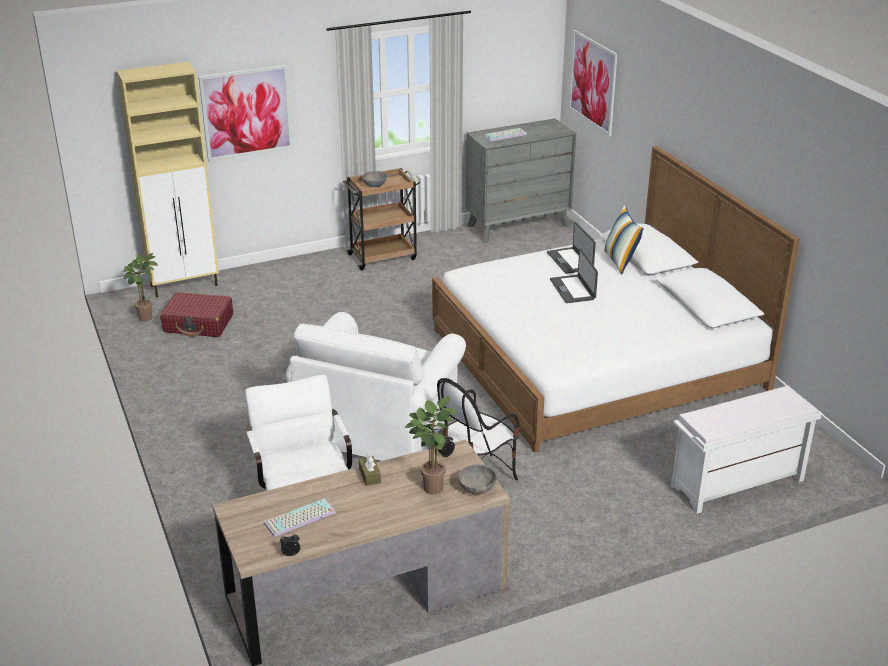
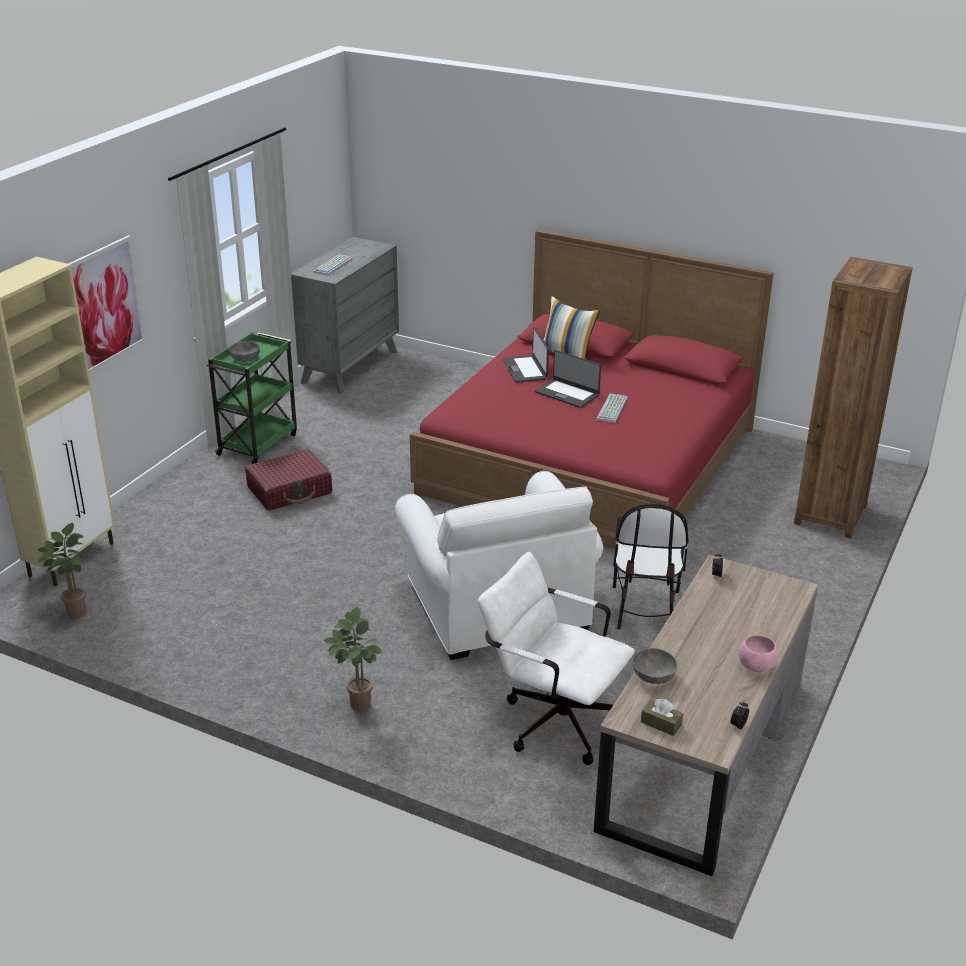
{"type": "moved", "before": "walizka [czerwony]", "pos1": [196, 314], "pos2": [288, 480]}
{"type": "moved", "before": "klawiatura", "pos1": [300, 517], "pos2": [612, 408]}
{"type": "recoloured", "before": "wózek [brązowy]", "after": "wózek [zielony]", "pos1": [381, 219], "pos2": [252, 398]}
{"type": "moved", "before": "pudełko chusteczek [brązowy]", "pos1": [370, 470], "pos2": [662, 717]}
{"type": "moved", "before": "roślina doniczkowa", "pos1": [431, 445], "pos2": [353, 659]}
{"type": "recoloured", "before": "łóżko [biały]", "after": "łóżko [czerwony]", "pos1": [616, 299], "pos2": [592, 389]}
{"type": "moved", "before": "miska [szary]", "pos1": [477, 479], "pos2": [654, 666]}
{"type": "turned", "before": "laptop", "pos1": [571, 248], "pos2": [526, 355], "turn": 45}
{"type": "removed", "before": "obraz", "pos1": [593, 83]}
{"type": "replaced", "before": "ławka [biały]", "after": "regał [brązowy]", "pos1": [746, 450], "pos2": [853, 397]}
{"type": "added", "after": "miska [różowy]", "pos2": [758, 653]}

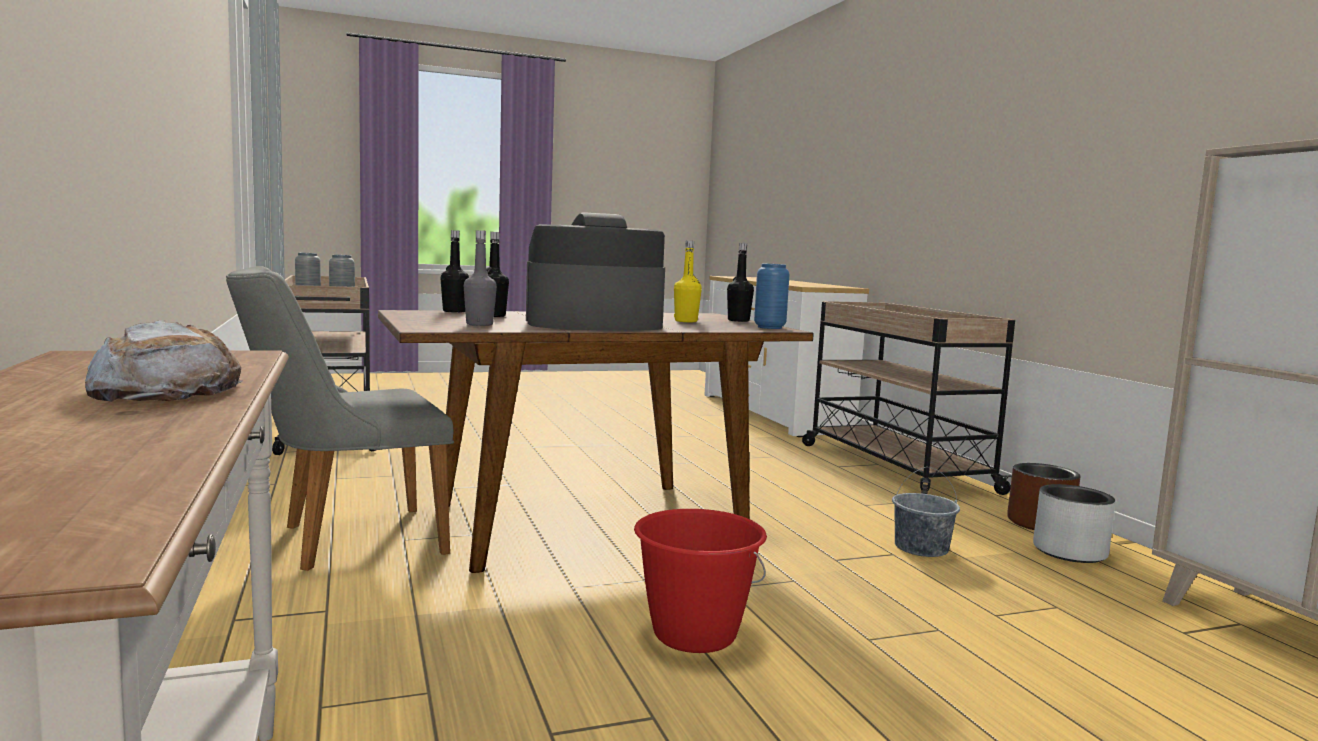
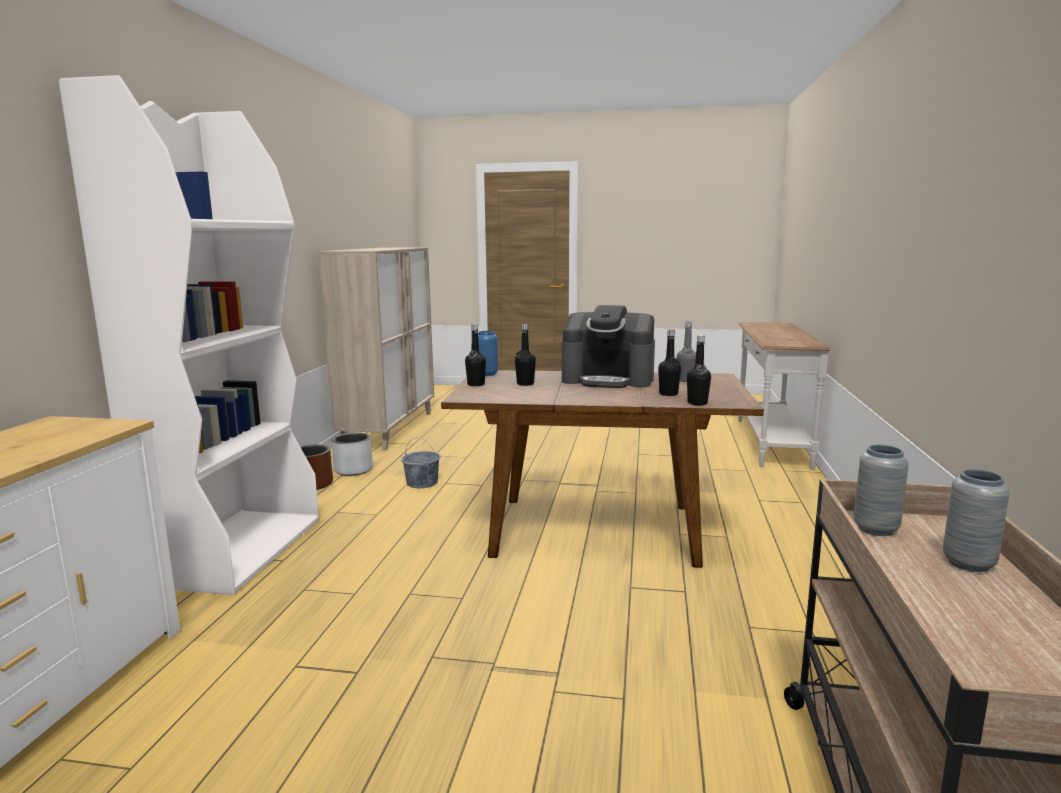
{"type": "removed", "before": "chleb", "pos1": [164, 361]}
{"type": "removed", "before": "krzesło [szary]", "pos1": [340, 418]}
{"type": "removed", "before": "wiadro [czerwony]", "pos1": [700, 581]}
{"type": "recoloured", "before": "butelka [żółty]", "after": "butelka [czarny]", "pos1": [688, 281], "pos2": [525, 355]}
{"type": "replaced", "before": "wózek [beżowy]", "after": "regał [biały]", "pos1": [908, 398], "pos2": [189, 335]}

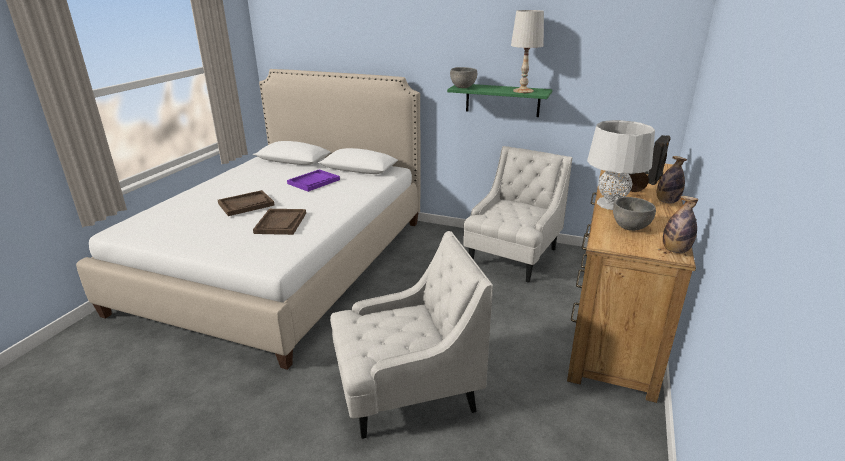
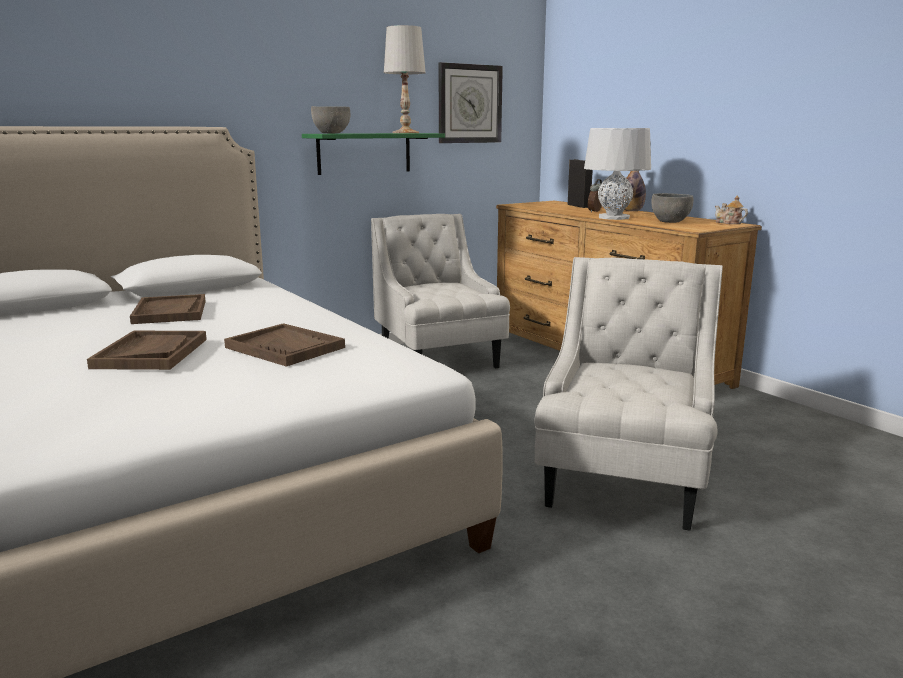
{"type": "recoloured", "before": "taca [fioletowy]", "after": "taca [brązowy]", "pos1": [313, 181], "pos2": [168, 309]}
{"type": "replaced", "before": "butelka", "after": "imbryk", "pos1": [680, 224], "pos2": [731, 210]}
{"type": "added", "after": "zegar ścienny", "pos2": [470, 102]}

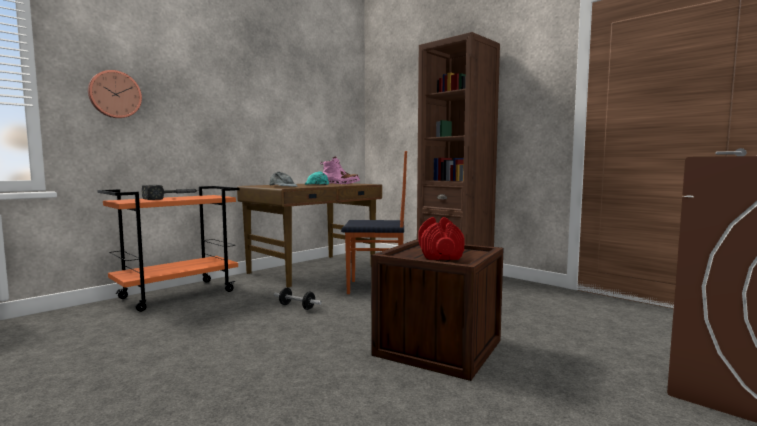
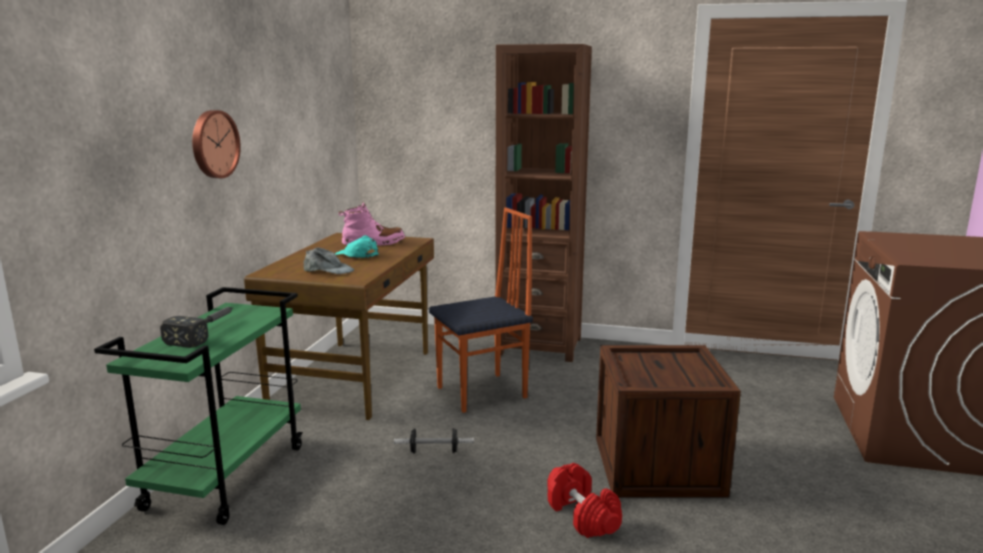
{"type": "moved", "before": "zegar ścienny", "pos1": [115, 94], "pos2": [216, 144]}
{"type": "recoloured", "before": "wózek [pomarańczowy]", "after": "wózek [zielony]", "pos1": [168, 249], "pos2": [198, 406]}
{"type": "moved", "before": "hantel [czerwony]", "pos1": [441, 238], "pos2": [584, 500]}

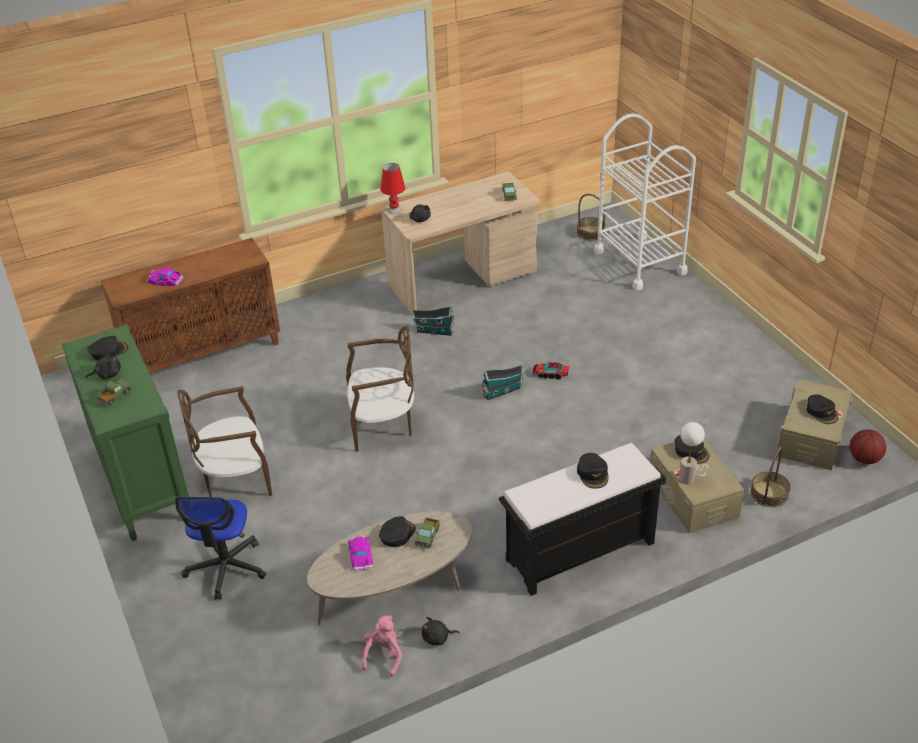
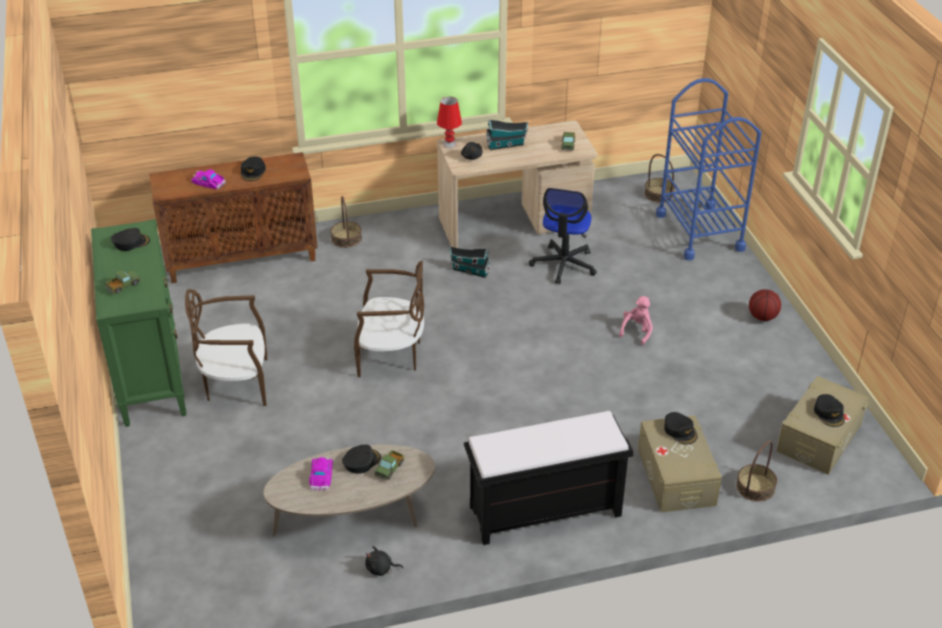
{"type": "removed", "before": "pluszak [czarny]", "pos1": [103, 365]}
{"type": "moved", "before": "krzesło biurowe", "pos1": [220, 548], "pos2": [563, 236]}
{"type": "moved", "before": "pluszak [różowy]", "pos1": [382, 646], "pos2": [636, 320]}
{"type": "moved", "before": "domek", "pos1": [502, 382], "pos2": [507, 134]}
{"type": "removed", "before": "ciężarówka zabawkowa", "pos1": [550, 370]}
{"type": "moved", "before": "czapka z daszkiem [czarny]", "pos1": [592, 471], "pos2": [253, 168]}
{"type": "recoloured", "before": "wózek [biały]", "after": "wózek [niebieski]", "pos1": [645, 201], "pos2": [708, 169]}
{"type": "removed", "before": "lampa stołowa", "pos1": [692, 453]}
{"type": "moved", "before": "piłka do koszykówki", "pos1": [868, 447], "pos2": [765, 305]}
{"type": "added", "after": "koszyk", "pos2": [346, 222]}

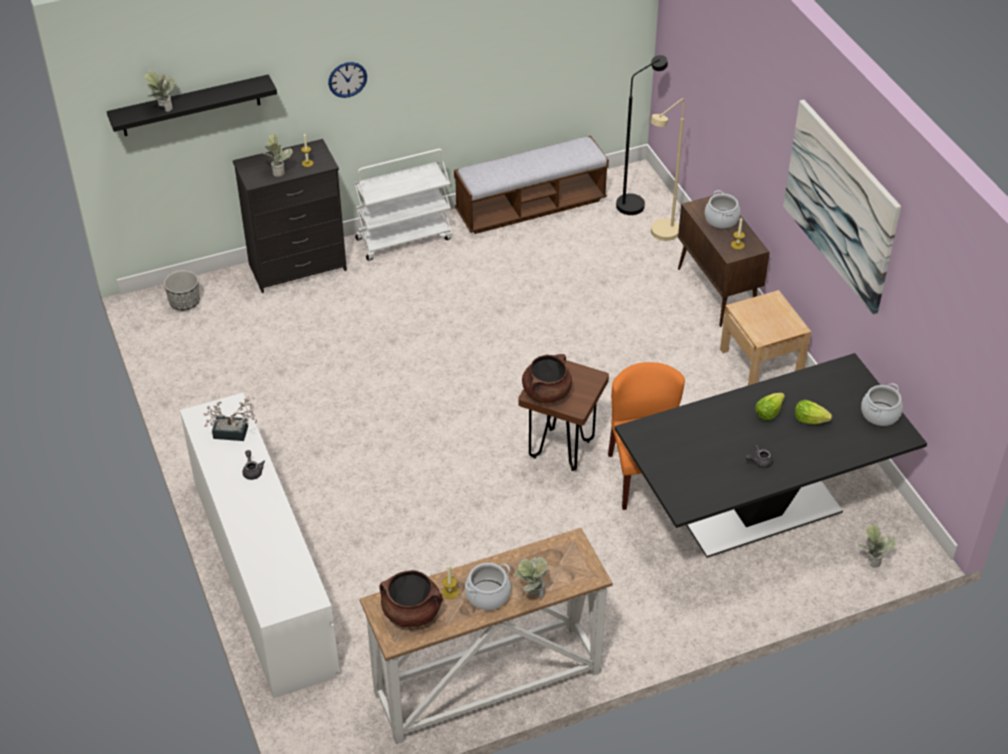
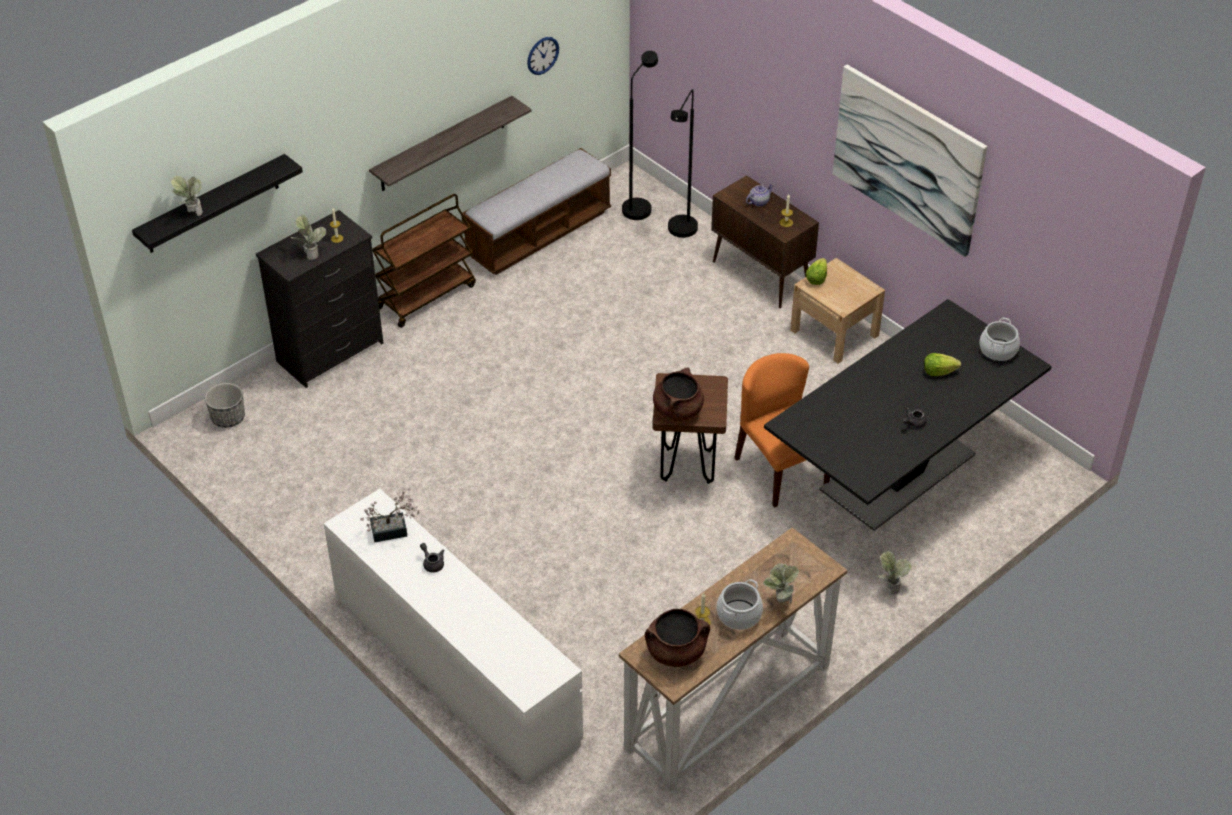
{"type": "moved", "before": "zegar ścienny", "pos1": [347, 80], "pos2": [543, 56]}
{"type": "recoloured", "before": "wózek [biały]", "after": "wózek [brązowy]", "pos1": [403, 205], "pos2": [424, 261]}
{"type": "recoloured", "before": "lampa stojąca [beżowy]", "after": "lampa stojąca [czarny]", "pos1": [668, 169], "pos2": [683, 163]}
{"type": "replaced", "before": "garnek", "after": "imbryk", "pos1": [722, 209], "pos2": [760, 194]}
{"type": "moved", "before": "sałata", "pos1": [770, 407], "pos2": [816, 271]}
{"type": "moved", "before": "roślina doniczkowa", "pos1": [877, 546], "pos2": [894, 573]}
{"type": "added", "after": "półka", "pos2": [450, 143]}

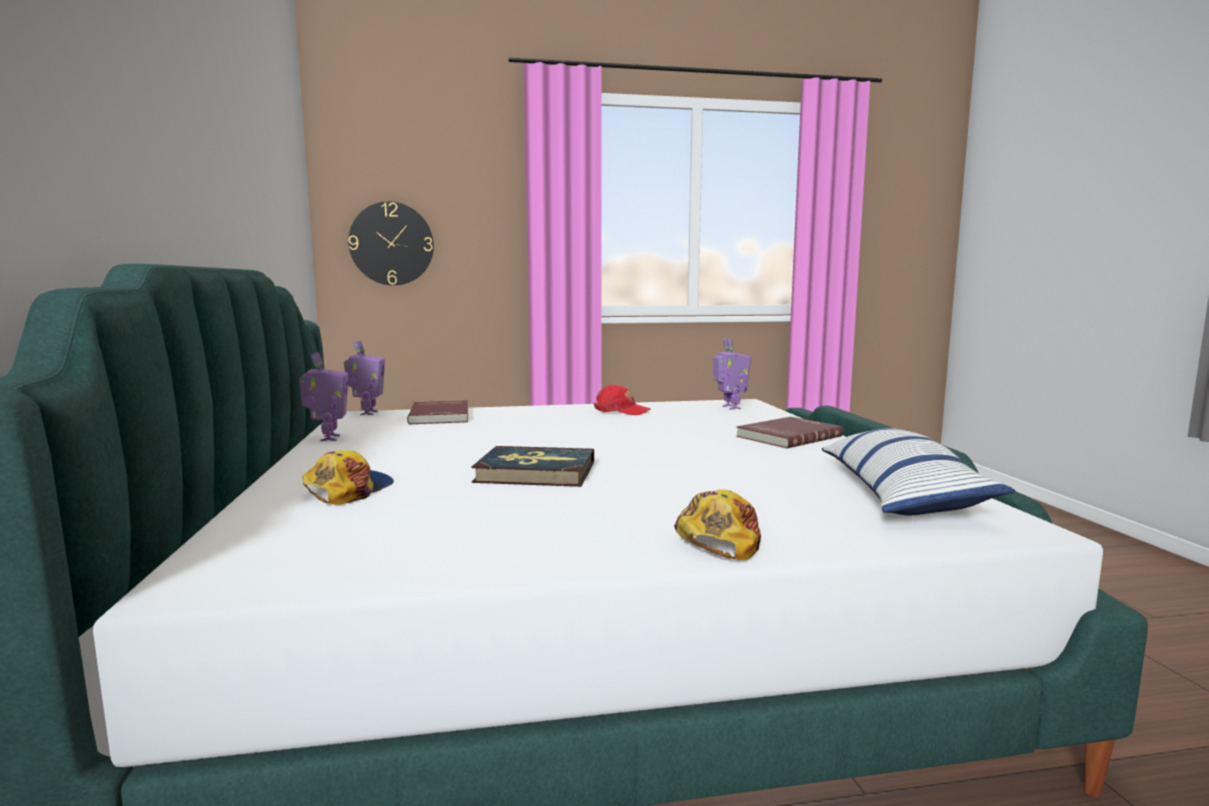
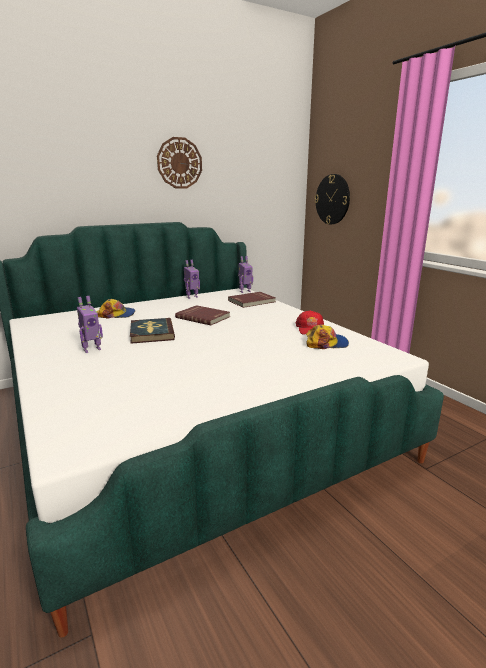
{"type": "moved", "before": "czapka z daszkiem", "pos1": [717, 524], "pos2": [327, 336]}
{"type": "moved", "before": "robot zabawkowy", "pos1": [732, 374], "pos2": [90, 324]}
{"type": "moved", "before": "książka [czerwony]", "pos1": [789, 432], "pos2": [202, 315]}
{"type": "removed", "before": "poduszka", "pos1": [919, 471]}
{"type": "added", "after": "zegar ścienny", "pos2": [179, 162]}

